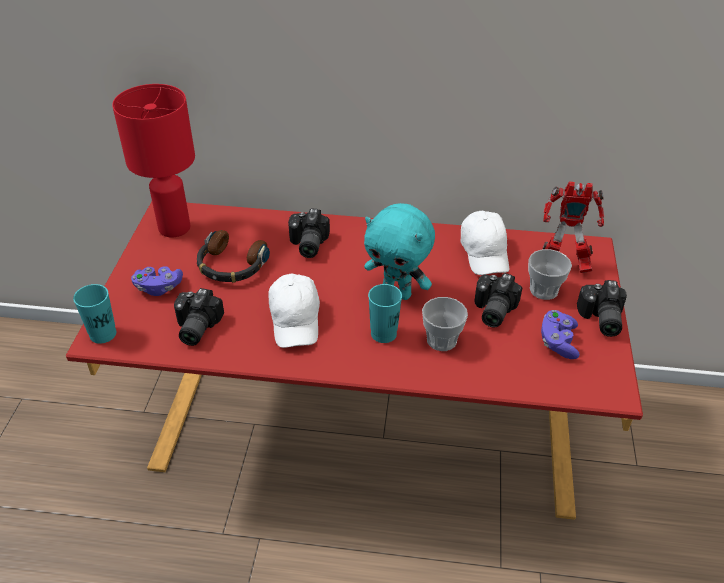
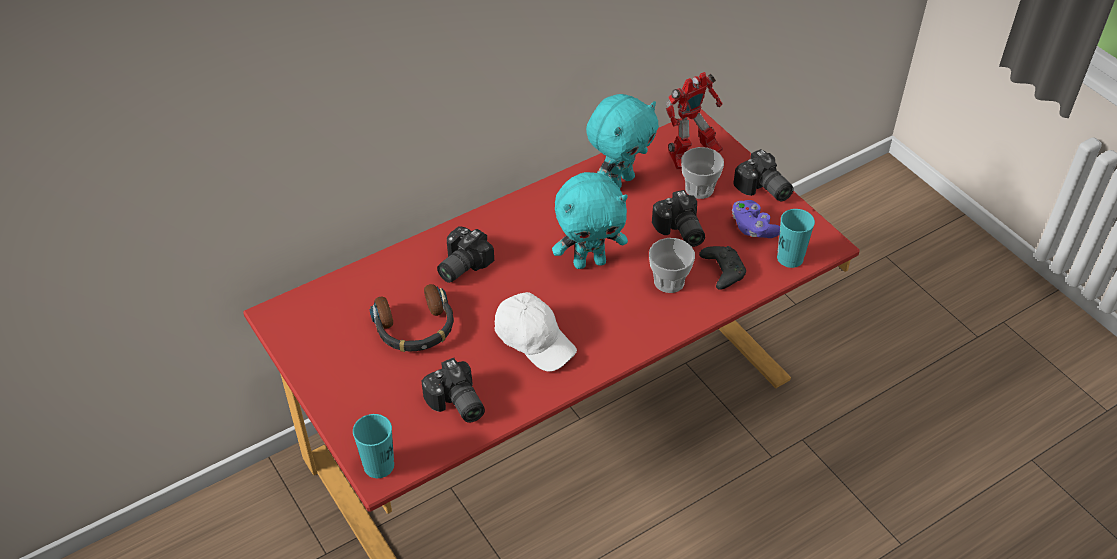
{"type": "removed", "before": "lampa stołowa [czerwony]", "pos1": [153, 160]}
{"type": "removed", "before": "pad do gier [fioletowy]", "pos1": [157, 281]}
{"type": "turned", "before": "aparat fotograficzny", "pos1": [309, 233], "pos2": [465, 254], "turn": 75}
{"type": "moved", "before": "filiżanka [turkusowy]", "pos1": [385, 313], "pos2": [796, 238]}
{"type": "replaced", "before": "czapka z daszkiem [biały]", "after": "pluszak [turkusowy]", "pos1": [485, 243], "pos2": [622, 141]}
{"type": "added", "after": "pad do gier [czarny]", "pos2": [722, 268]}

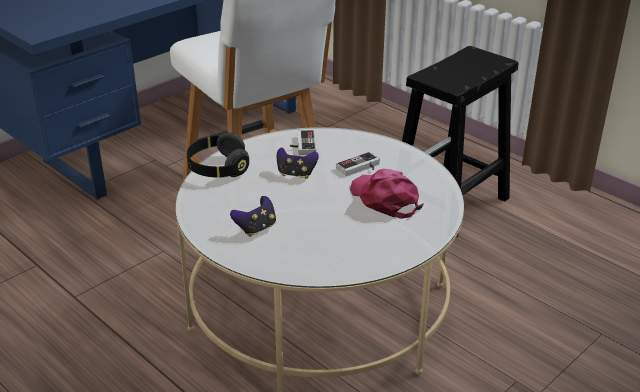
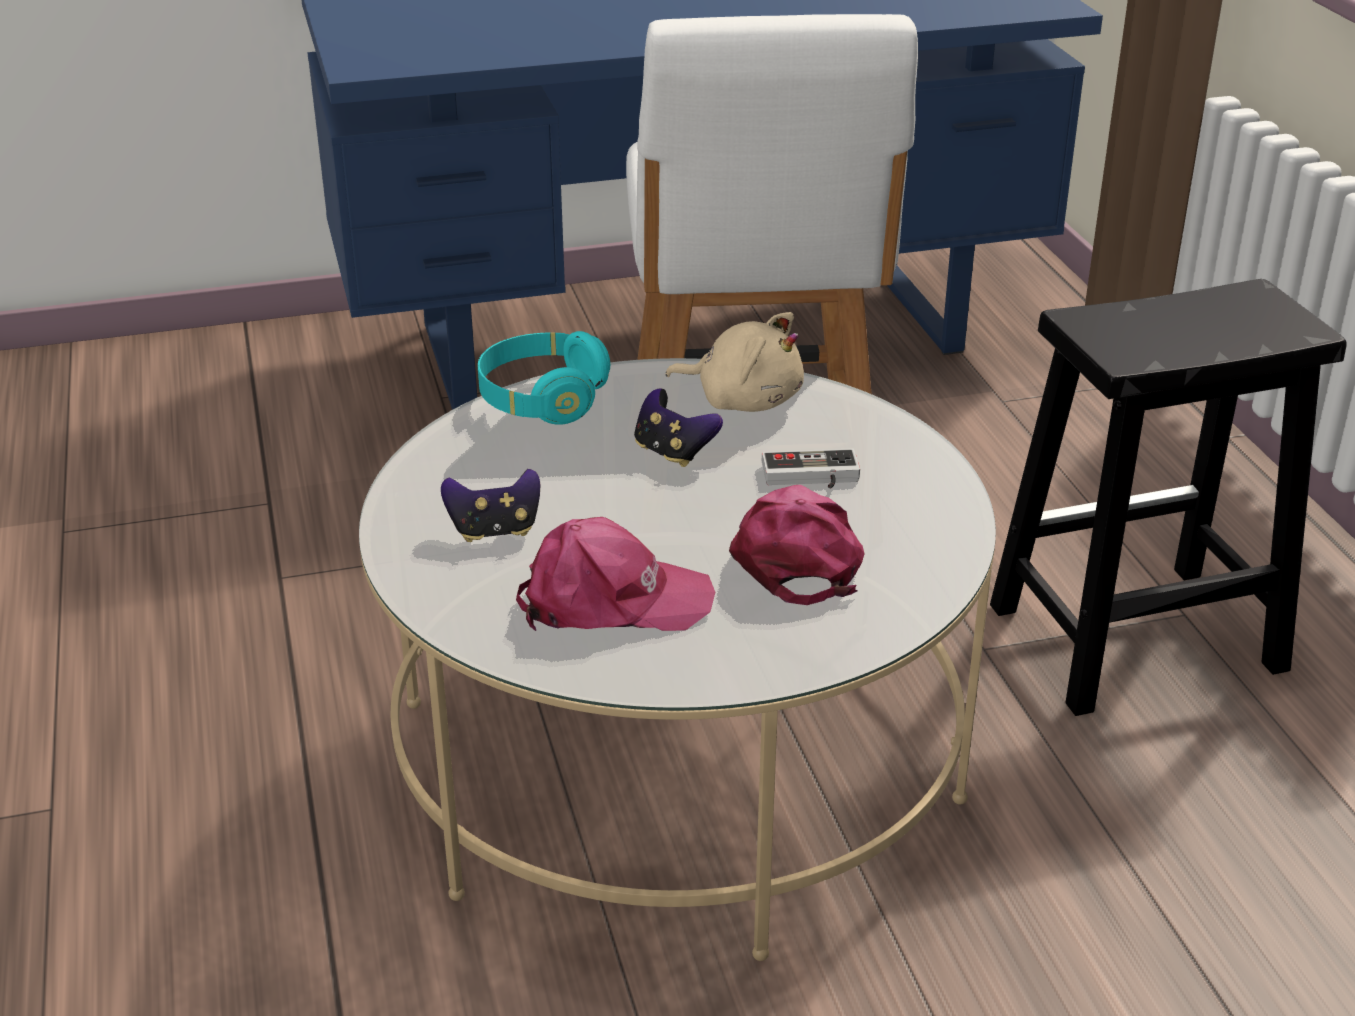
{"type": "recoloured", "before": "słuchawki [czarny]", "after": "słuchawki [turkusowy]", "pos1": [218, 154], "pos2": [544, 378]}
{"type": "replaced", "before": "pad do gier", "after": "pluszak [beżowy]", "pos1": [303, 142], "pos2": [734, 362]}
{"type": "added", "after": "czapka z daszkiem [różowy]", "pos2": [615, 574]}

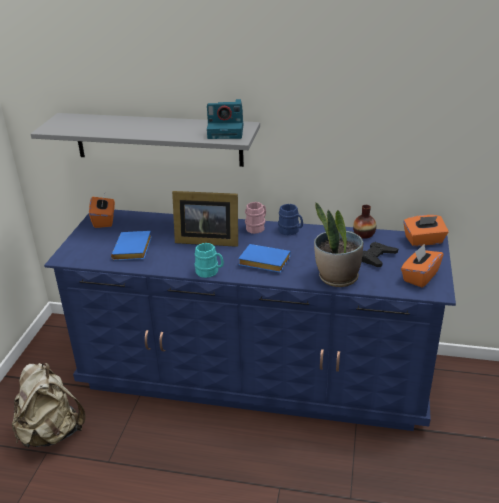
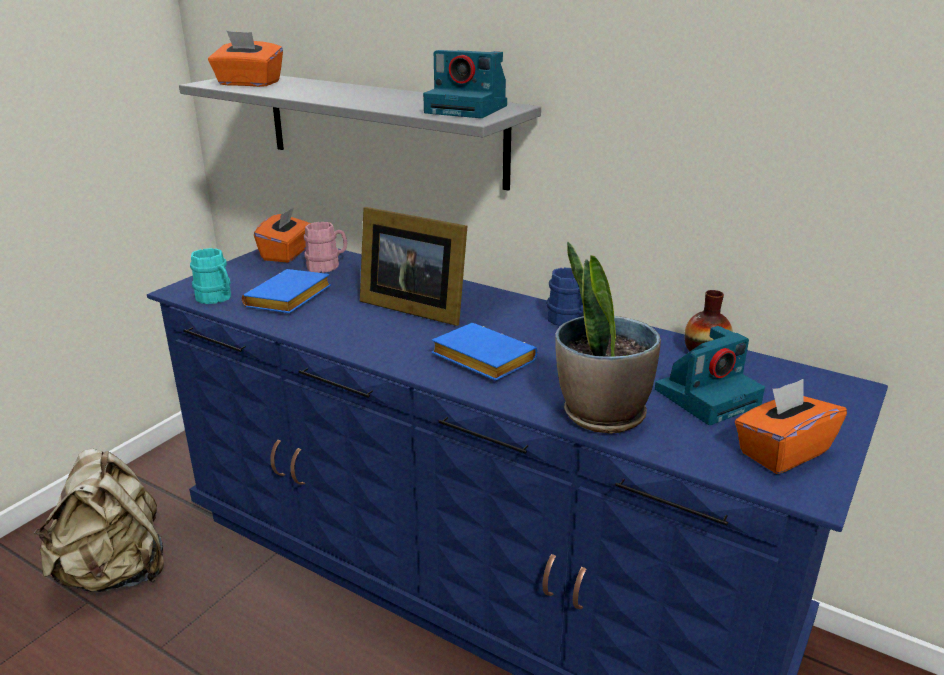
{"type": "moved", "before": "kubek [turkusowy]", "pos1": [209, 260], "pos2": [210, 276]}
{"type": "moved", "before": "kubek [różowy]", "pos1": [255, 218], "pos2": [325, 247]}
{"type": "replaced", "before": "pad do gier [czarny]", "after": "aparat fotograficzny", "pos1": [380, 254], "pos2": [710, 375]}
{"type": "moved", "before": "pudełko chusteczek [pomarańczowy]", "pos1": [426, 230], "pos2": [245, 59]}

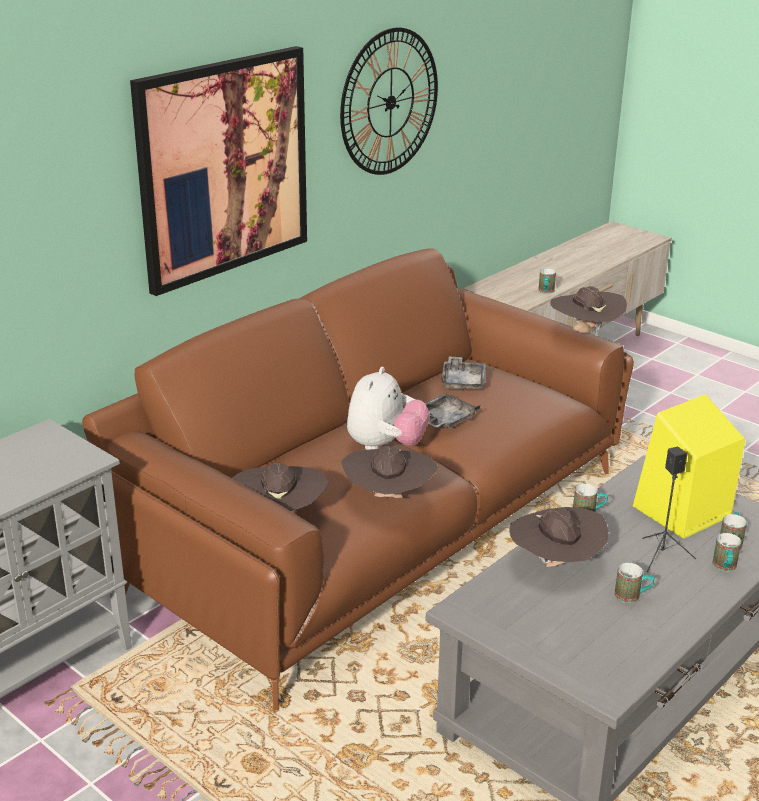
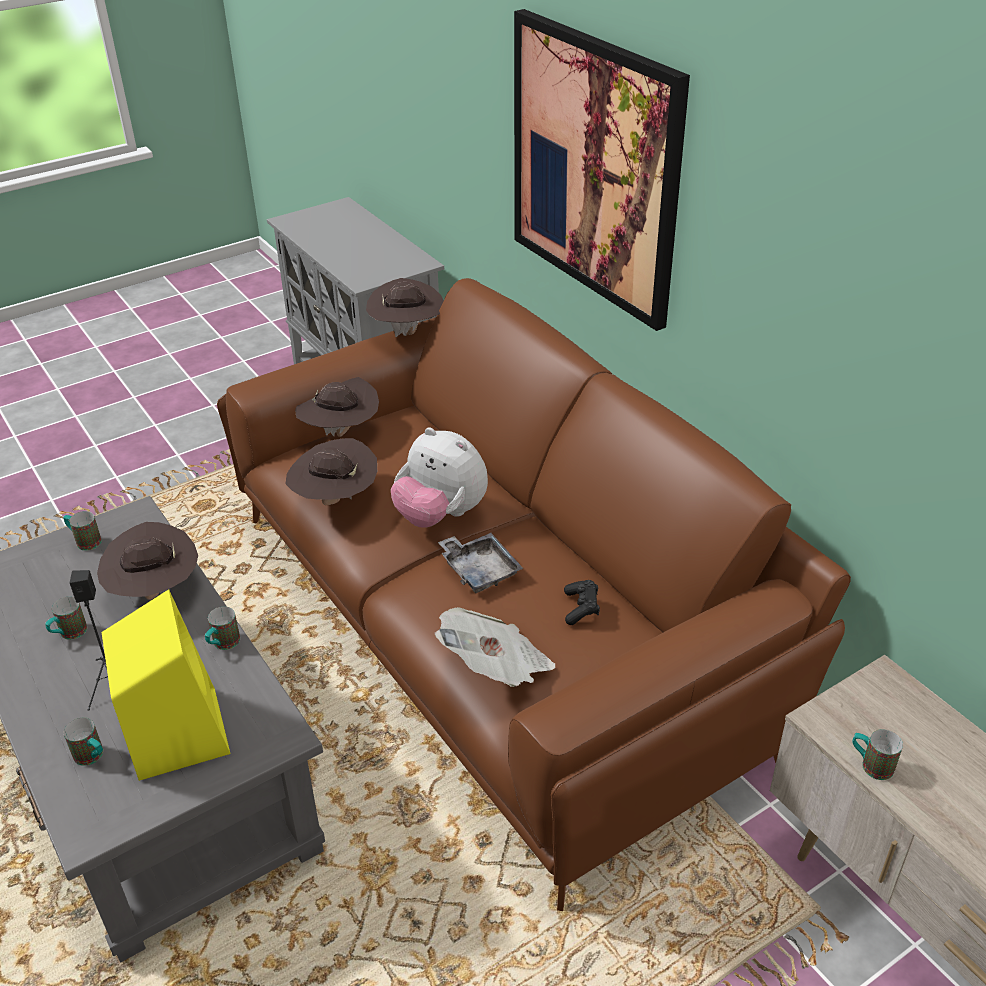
{"type": "removed", "before": "zegar ścienny", "pos1": [389, 101]}
{"type": "replaced", "before": "taca [szary]", "after": "pad do gier [czarny]", "pos1": [463, 373], "pos2": [582, 602]}
{"type": "moved", "before": "kapelusz [brązowy]", "pos1": [588, 311], "pos2": [405, 307]}
{"type": "moved", "before": "kubek", "pos1": [726, 552], "pos2": [82, 531]}
{"type": "added", "after": "gazeta", "pos2": [494, 647]}

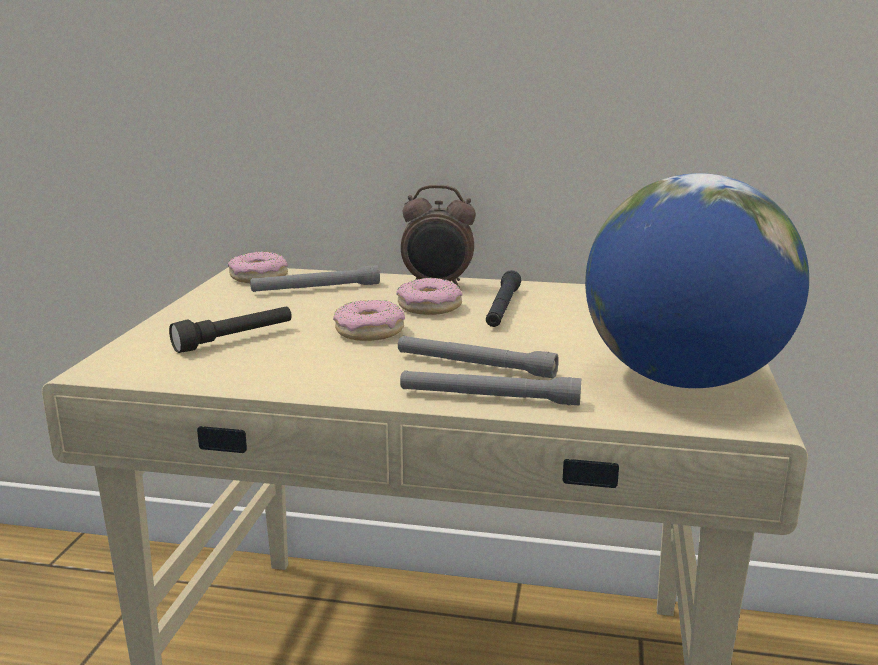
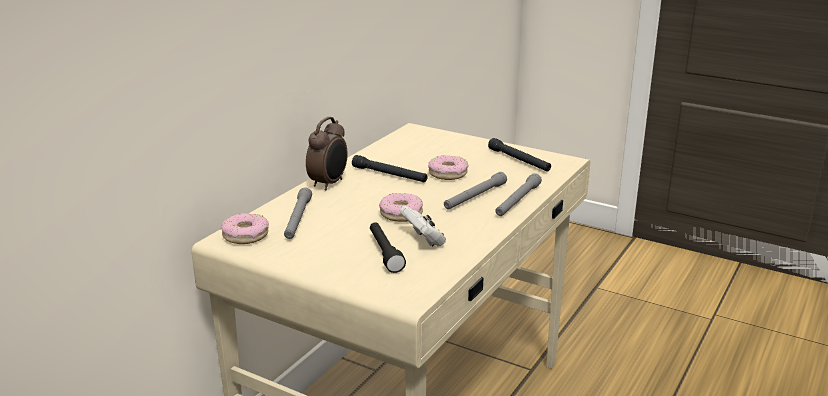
{"type": "moved", "before": "donut", "pos1": [429, 296], "pos2": [448, 167]}
{"type": "replaced", "before": "globus", "after": "latarka [czarny]", "pos1": [697, 280], "pos2": [519, 155]}
{"type": "added", "after": "pad do gier [biały]", "pos2": [423, 226]}

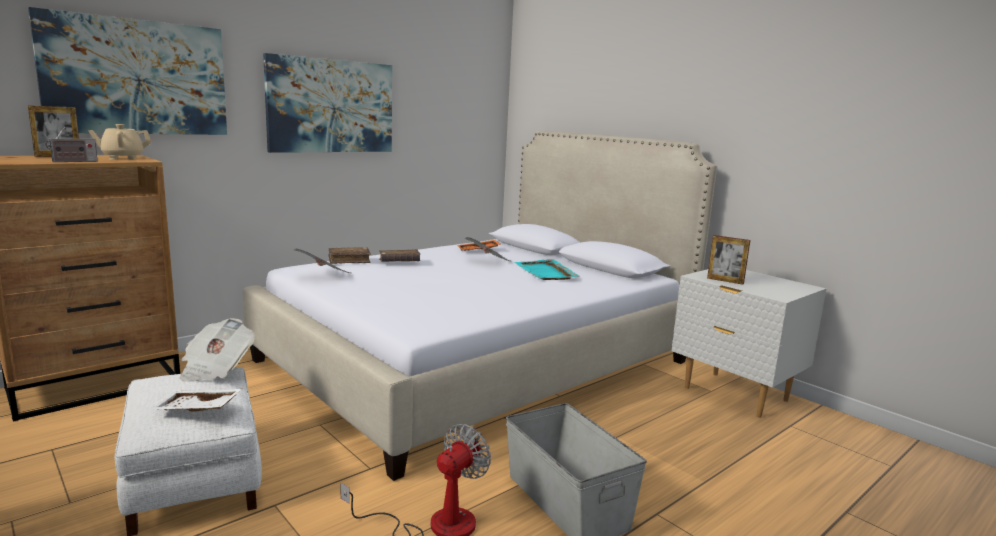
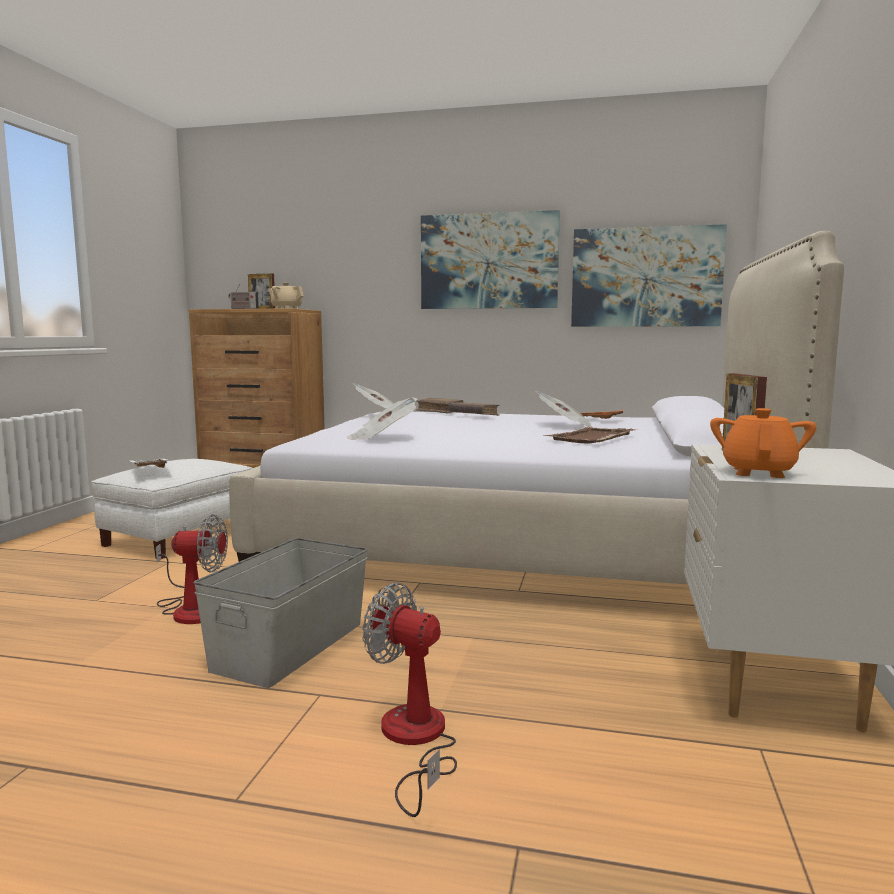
{"type": "moved", "before": "obraz", "pos1": [127, 71], "pos2": [649, 275]}
{"type": "moved", "before": "gazeta", "pos1": [217, 350], "pos2": [382, 418]}
{"type": "recoloured", "before": "taca [turkusowy]", "after": "taca [brązowy]", "pos1": [547, 269], "pos2": [590, 435]}
{"type": "added", "after": "wentylator", "pos2": [409, 700]}
{"type": "added", "after": "imbryk [pomarańczowy]", "pos2": [763, 443]}

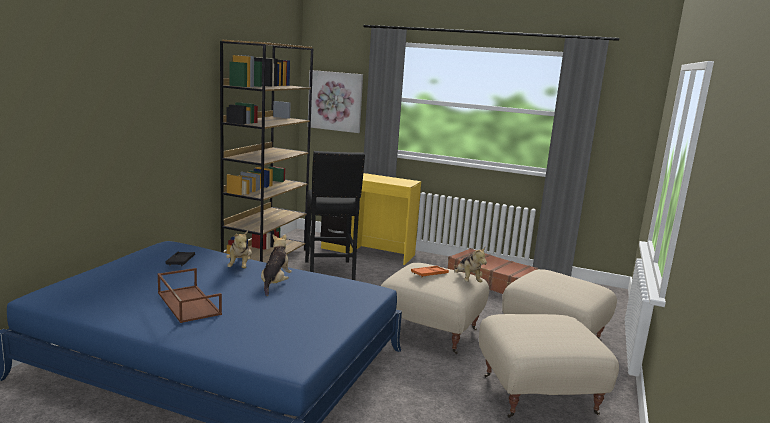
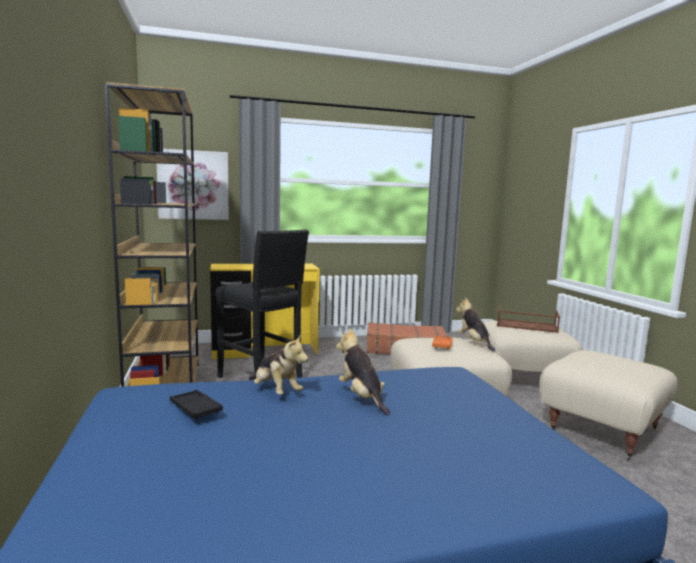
{"type": "moved", "before": "taca [brązowy]", "pos1": [189, 295], "pos2": [528, 319]}
{"type": "turned", "before": "pluszak", "pos1": [470, 264], "pos2": [475, 325], "turn": -150}

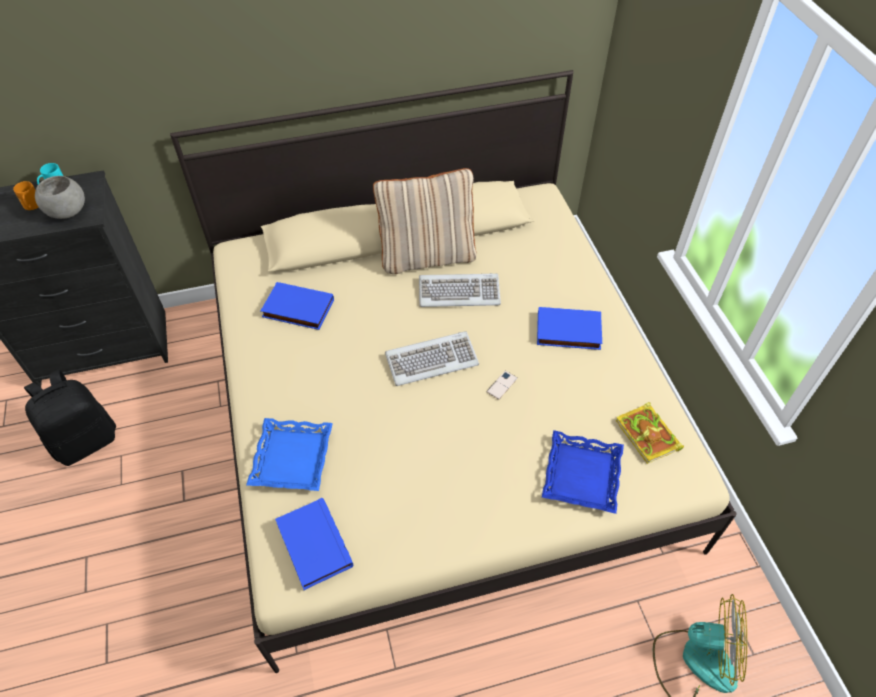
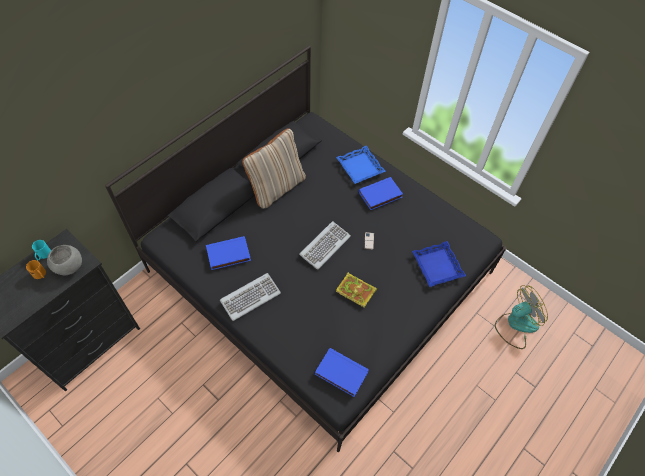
{"type": "removed", "before": "plecak [czarny]", "pos1": [70, 417]}
{"type": "recoloured", "before": "łóżko [beżowy]", "after": "łóżko [czarny]", "pos1": [453, 371], "pos2": [305, 248]}
{"type": "moved", "before": "taca [niebieski]", "pos1": [289, 454], "pos2": [361, 165]}
{"type": "moved", "before": "klawiatura", "pos1": [460, 290], "pos2": [250, 297]}
{"type": "moved", "before": "książka", "pos1": [650, 433], "pos2": [356, 290]}

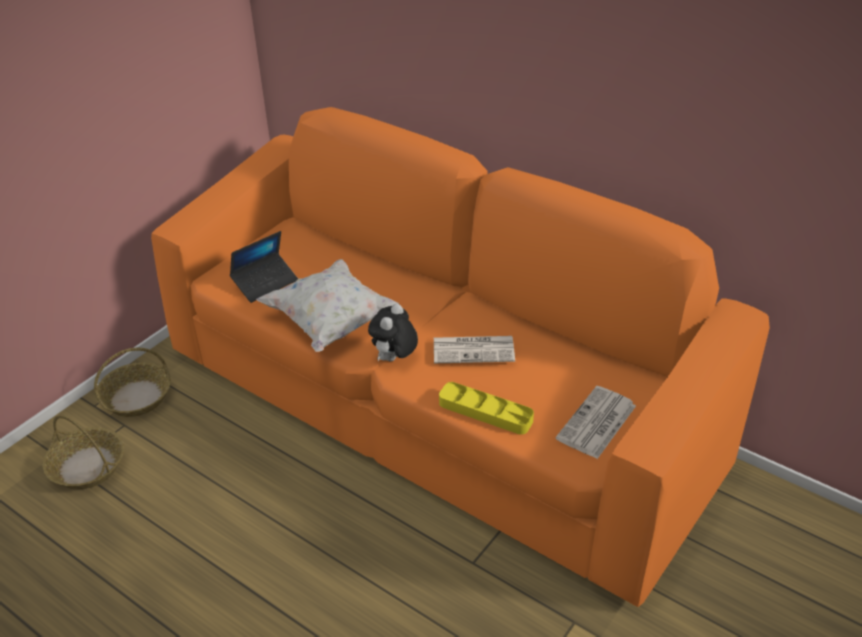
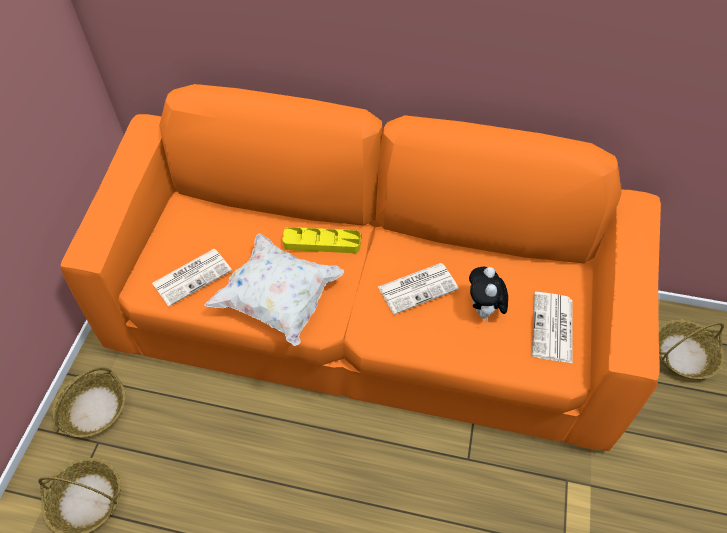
{"type": "replaced", "before": "laptop", "after": "gazeta", "pos1": [264, 267], "pos2": [192, 278]}
{"type": "moved", "before": "pluszak", "pos1": [393, 332], "pos2": [488, 294]}
{"type": "moved", "before": "taca [żółty]", "pos1": [486, 408], "pos2": [321, 240]}
{"type": "added", "after": "koszyk", "pos2": [691, 349]}

